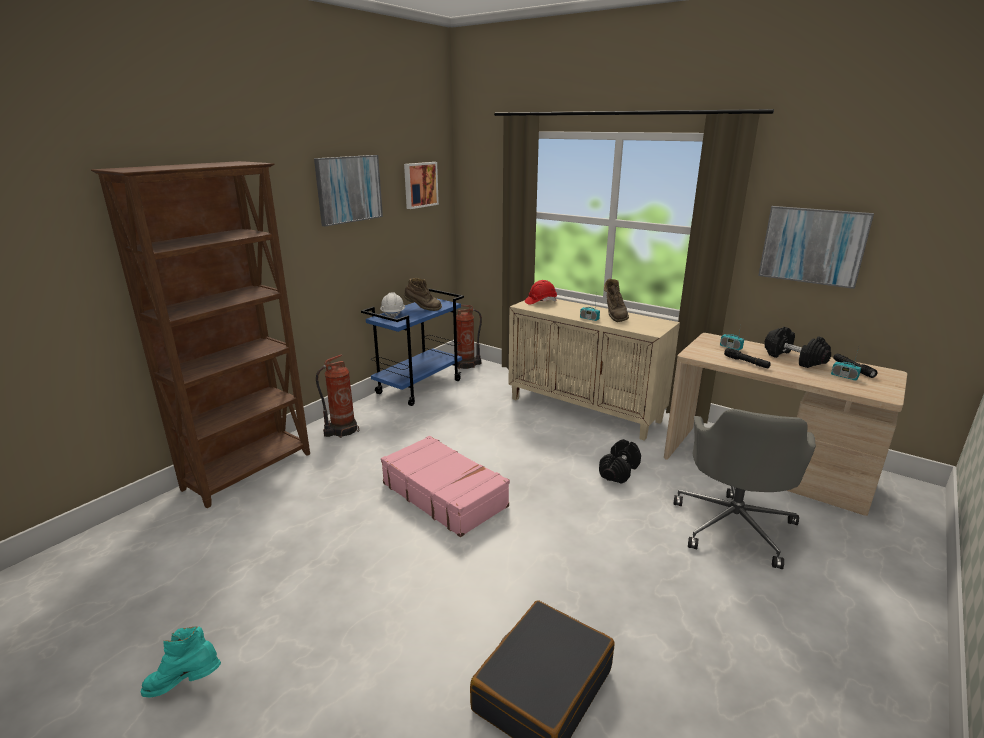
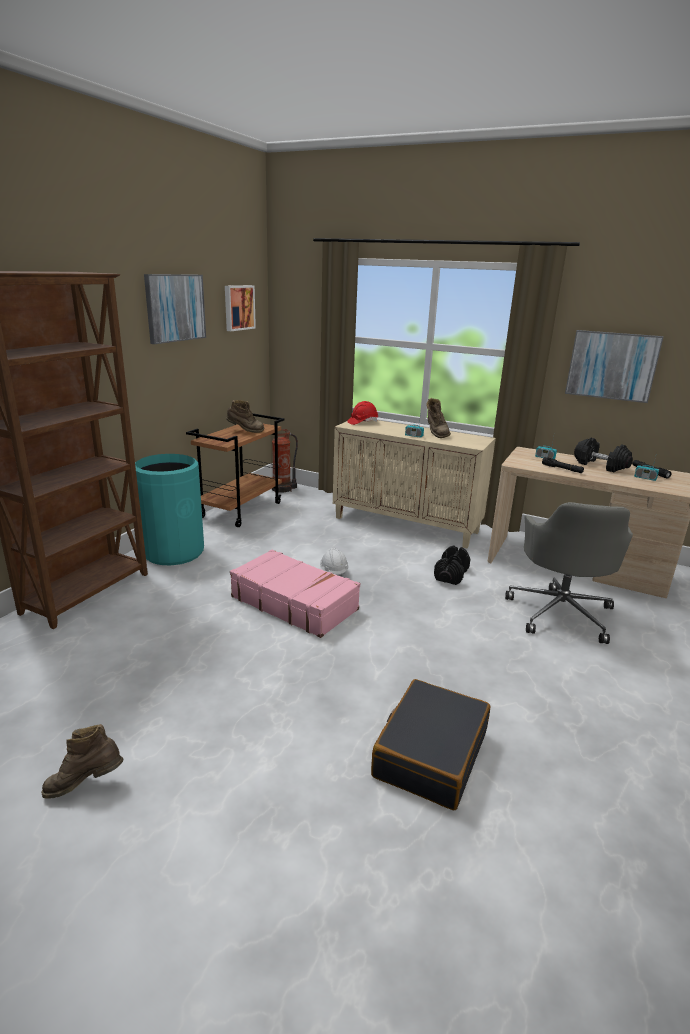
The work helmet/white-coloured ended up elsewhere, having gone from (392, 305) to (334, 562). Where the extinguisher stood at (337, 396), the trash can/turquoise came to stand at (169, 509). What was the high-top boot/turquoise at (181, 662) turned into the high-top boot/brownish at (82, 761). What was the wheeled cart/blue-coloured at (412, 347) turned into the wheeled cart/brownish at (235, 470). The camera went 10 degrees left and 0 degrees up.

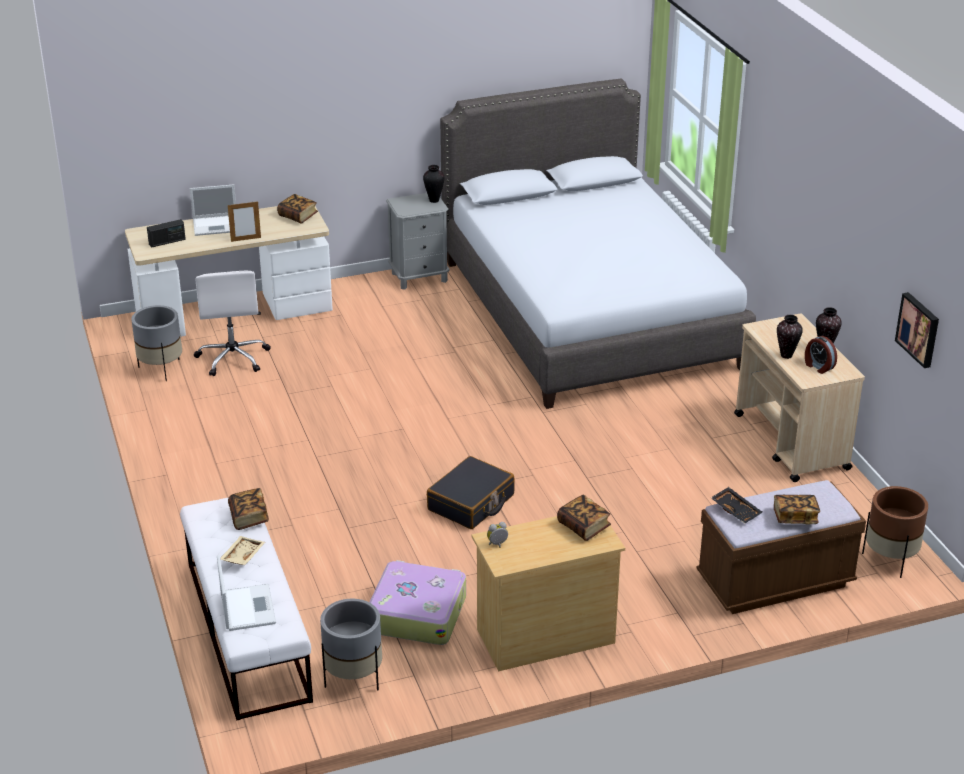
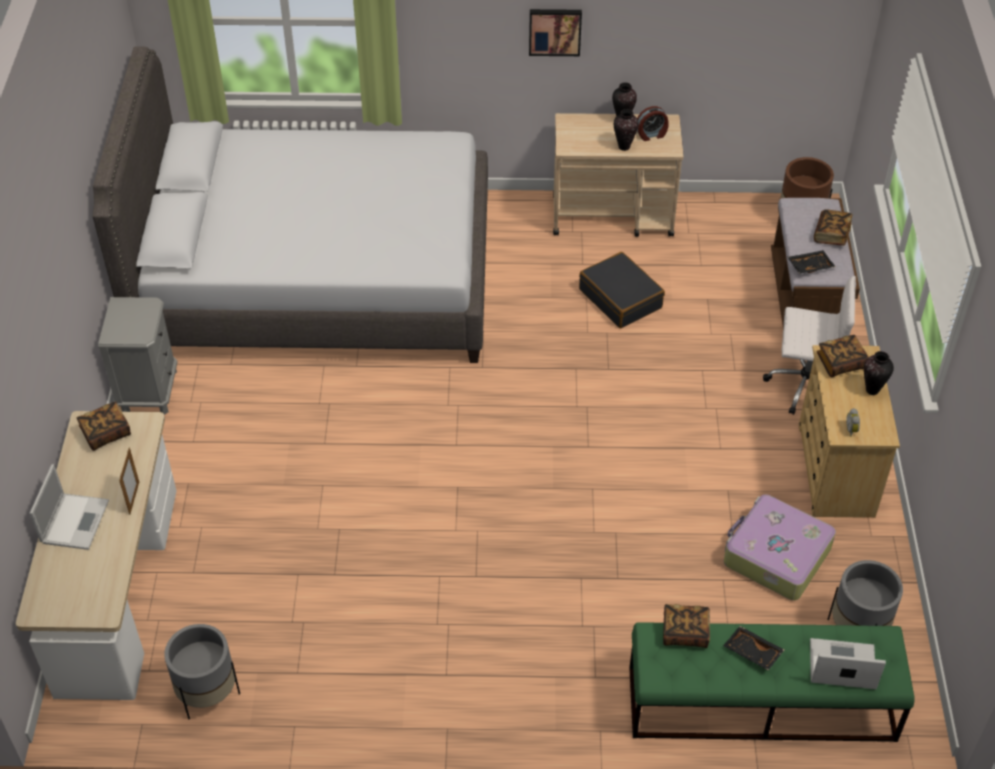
The second view lost the radio set at (166, 233). The desk chair/white-coloured ended up elsewhere, having gone from (232, 323) to (809, 345). The decorative vase ended up elsewhere, having gone from (433, 184) to (879, 373). The suitcase/blackish ended up elsewhere, having gone from (471, 492) to (622, 290). The wall art ended up elsewhere, having gone from (917, 330) to (555, 32). What was the indoor bench/white-coloured at (246, 609) turned into the indoor bench/greenish at (772, 682). What was the tray/beige-coloured at (242, 550) turned into the tray/blackish at (753, 648). The camera went 70 degrees left and 15 degrees up.

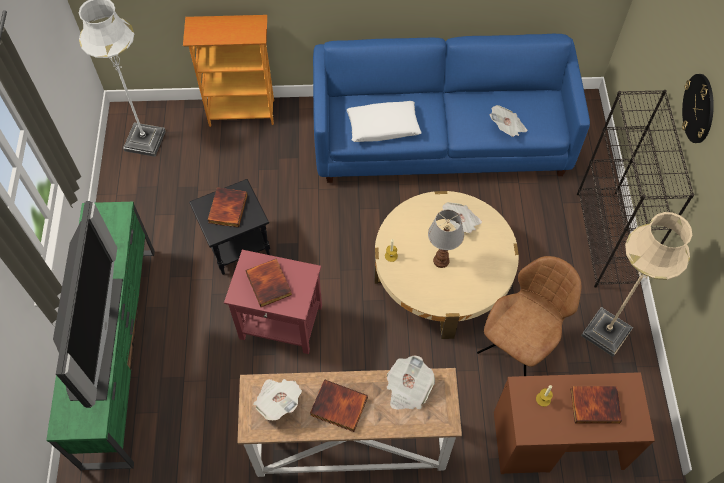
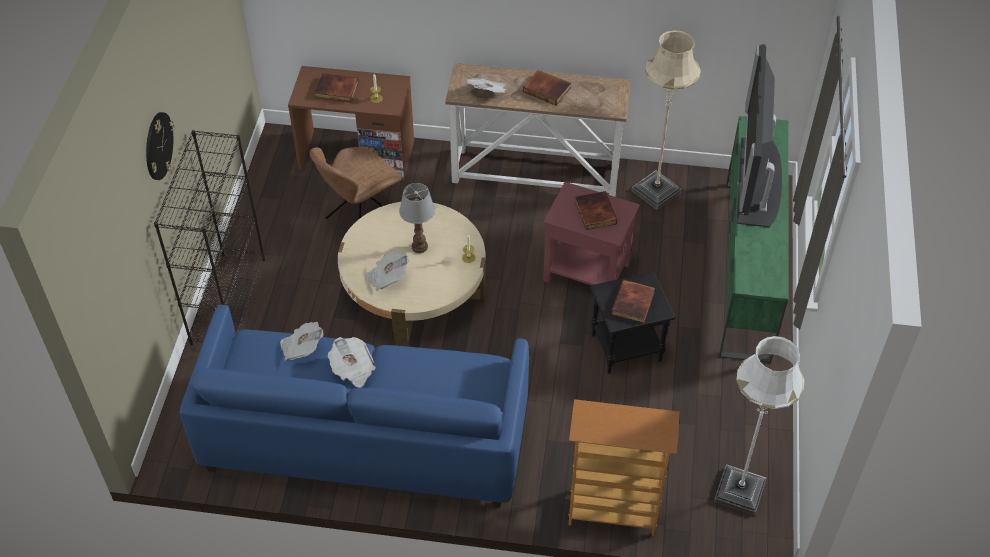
The second view lost the cushion/white-coloured at (384, 121). The printed paper ended up elsewhere, having gone from (277, 399) to (352, 362). The floor lamp/beige-coloured ended up elsewhere, having gone from (636, 284) to (666, 120). The camera went 170 degrees left and 10 degrees down.

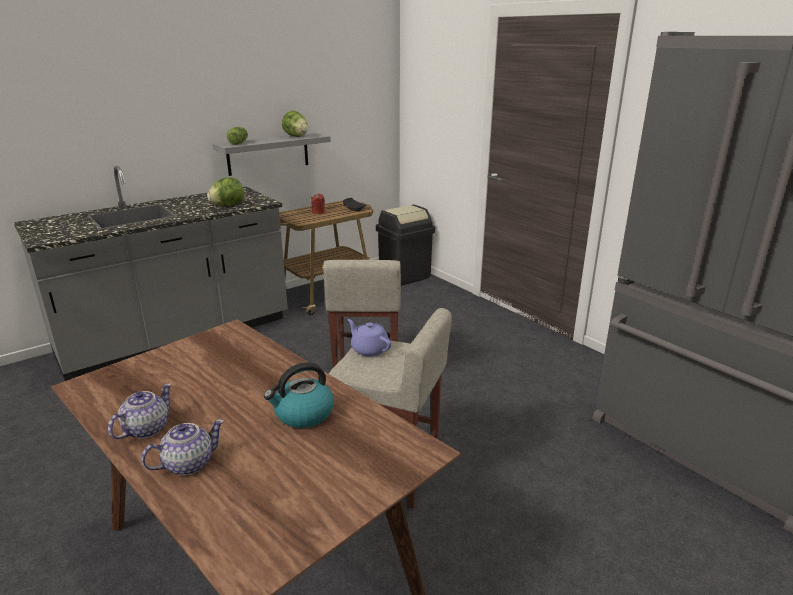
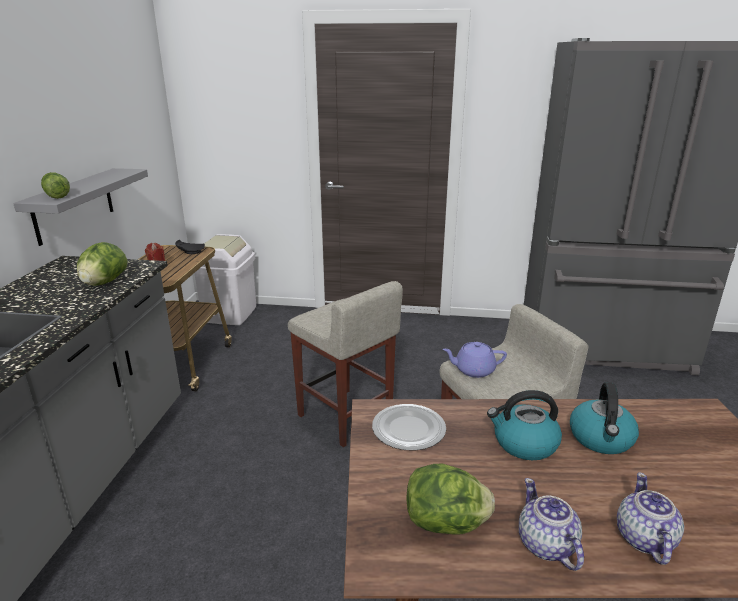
The second view gained the dinner plate at (409, 427). The second view gained the kettle at (524, 425). The lettuce head ended up elsewhere, having gone from (295, 124) to (450, 499). What was the trash can/blackish at (405, 245) turned into the trash can/white-coloured at (225, 279). The camera went 45 degrees left and 0 degrees up.

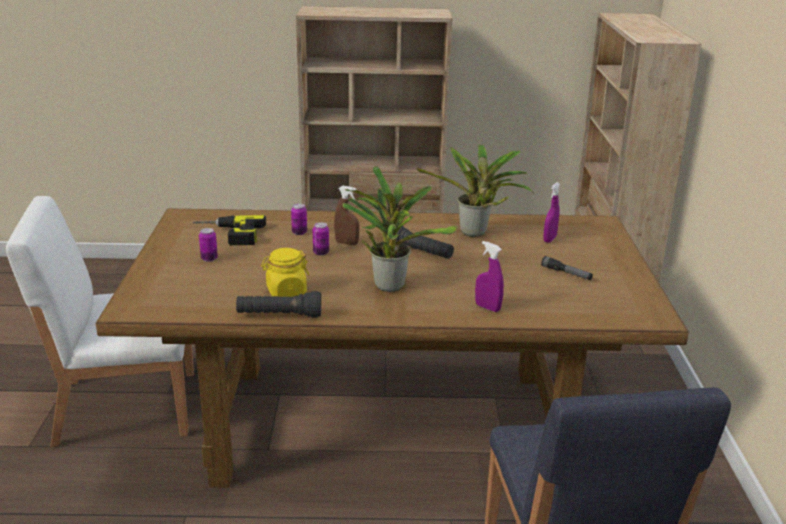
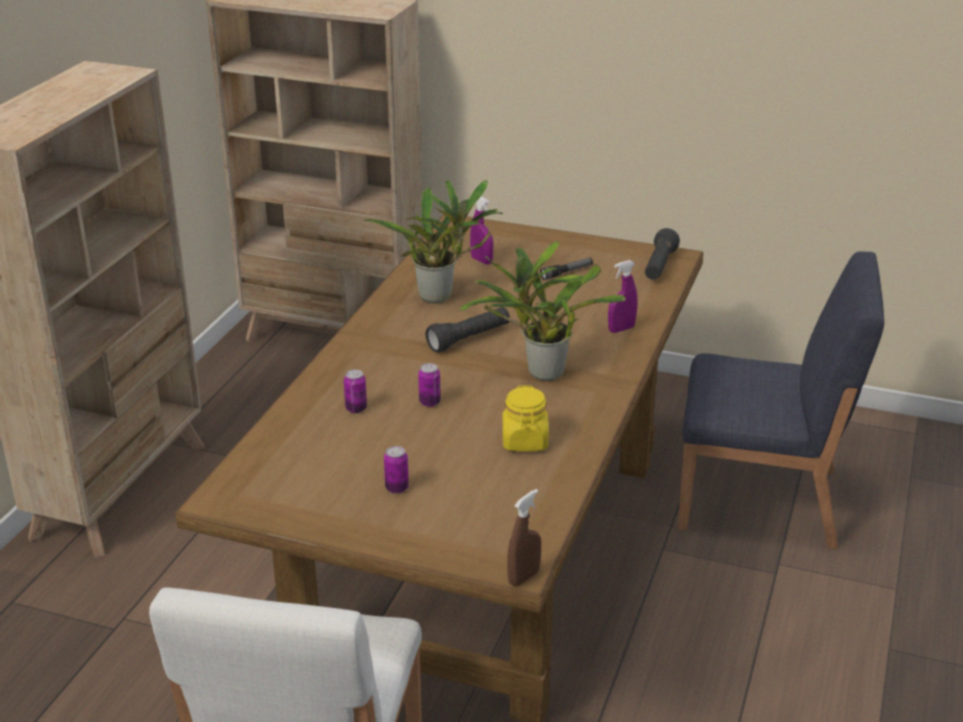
The second view lost the electric drill at (229, 230). The torch/blackish ended up elsewhere, having gone from (278, 304) to (662, 254). The sprayer/brownish ended up elsewhere, having gone from (346, 215) to (524, 537). The camera went 70 degrees left and 5 degrees up.

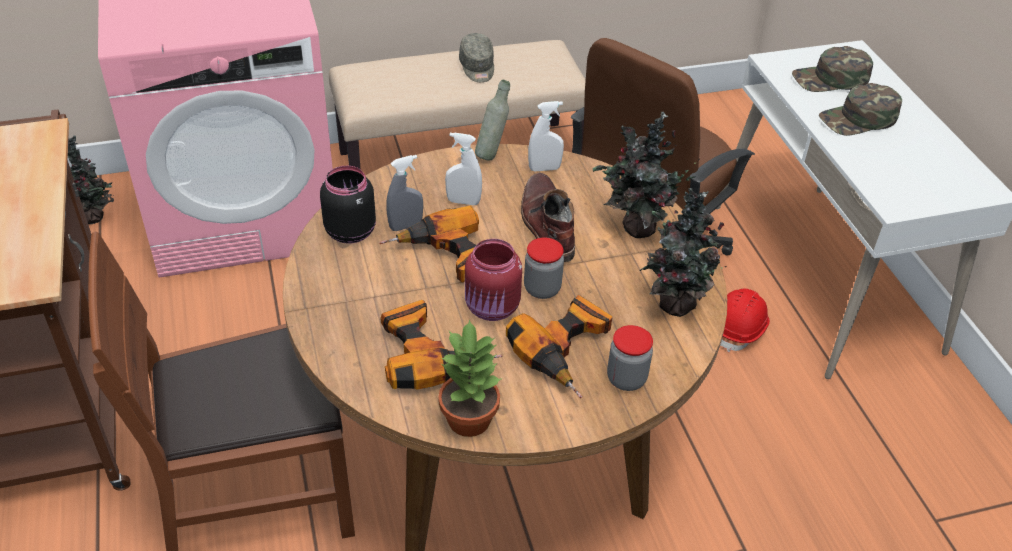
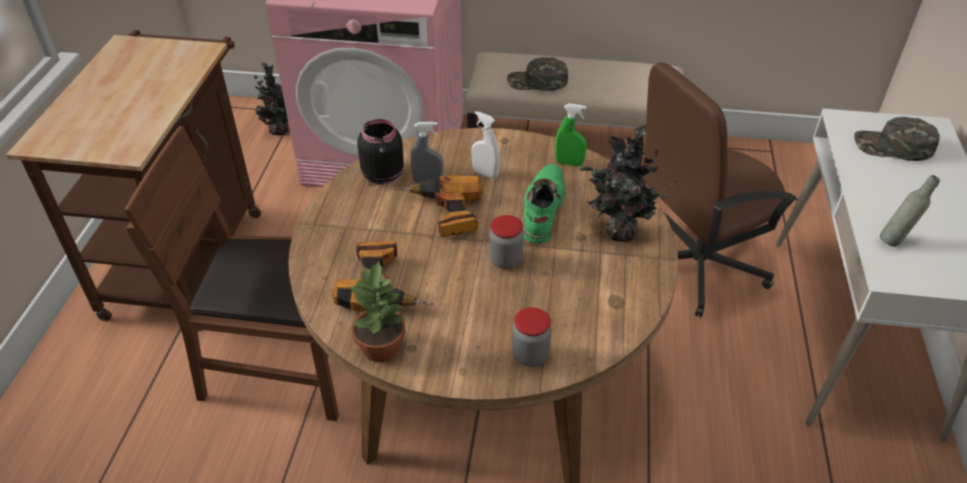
The second view lost the peaked cap/greyish at (476, 57). The second view lost the jar/red at (493, 280). The second view lost the electric drill at (559, 346). The second view lost the houseplant at (683, 252). The second view lost the work helmet/red at (745, 320). The drink bottle/greyish ended up elsewhere, having gone from (492, 120) to (910, 211). The peaked cap/greenish ended up elsewhere, having gone from (860, 109) to (537, 74). What was the high-top boot/brownish at (548, 217) turned into the high-top boot/greenish at (544, 204). What was the sprayer/white-coloured at (546, 136) turned into the sprayer/greenish at (571, 134). The camera went 25 degrees right and 0 degrees up.

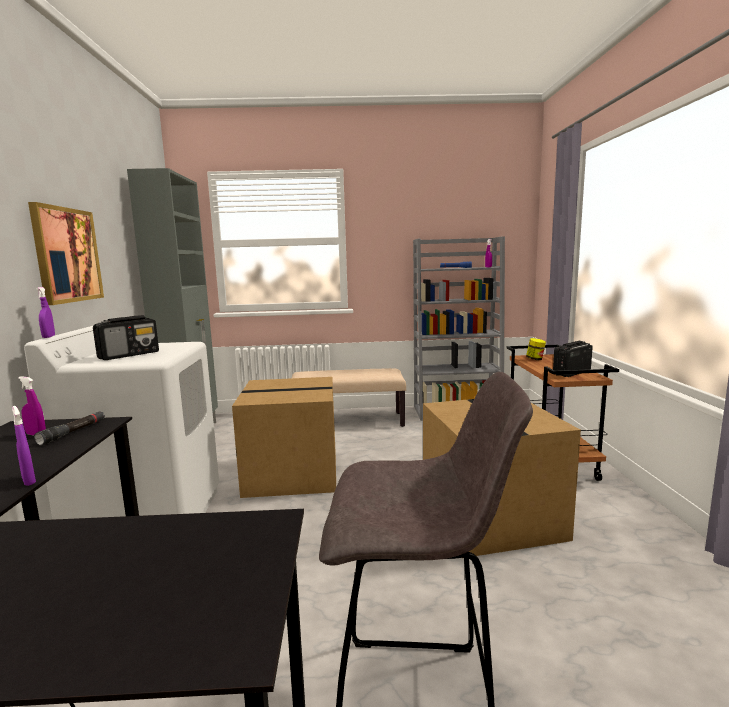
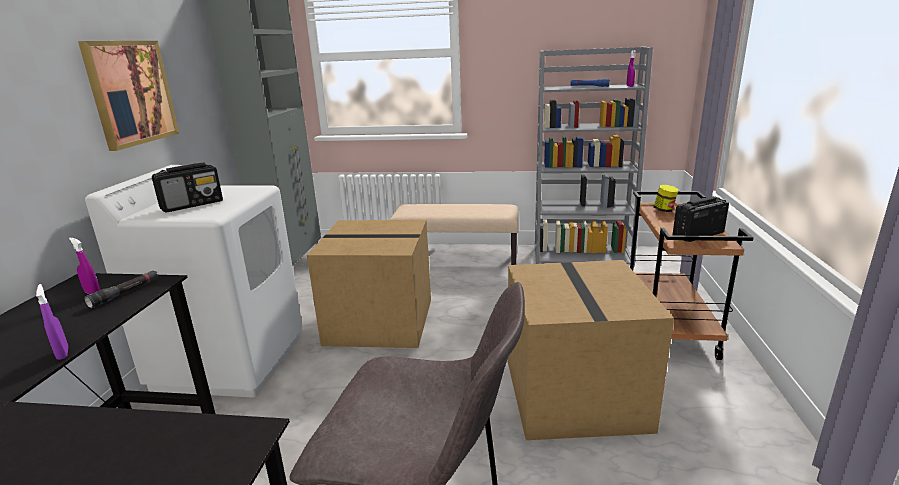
The second view lost the sprayer/purple at (45, 312). The camera went 10 degrees right and 10 degrees up.

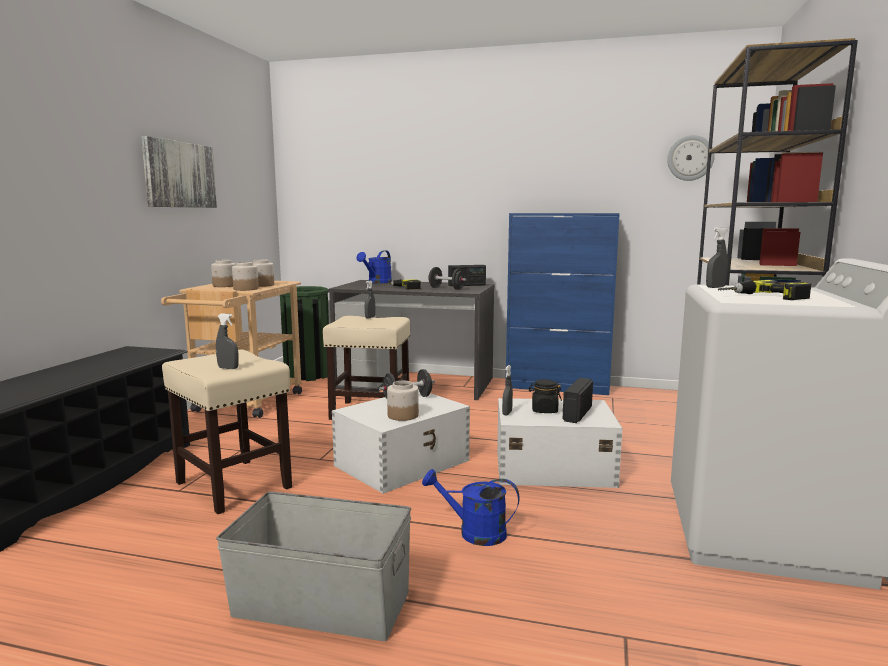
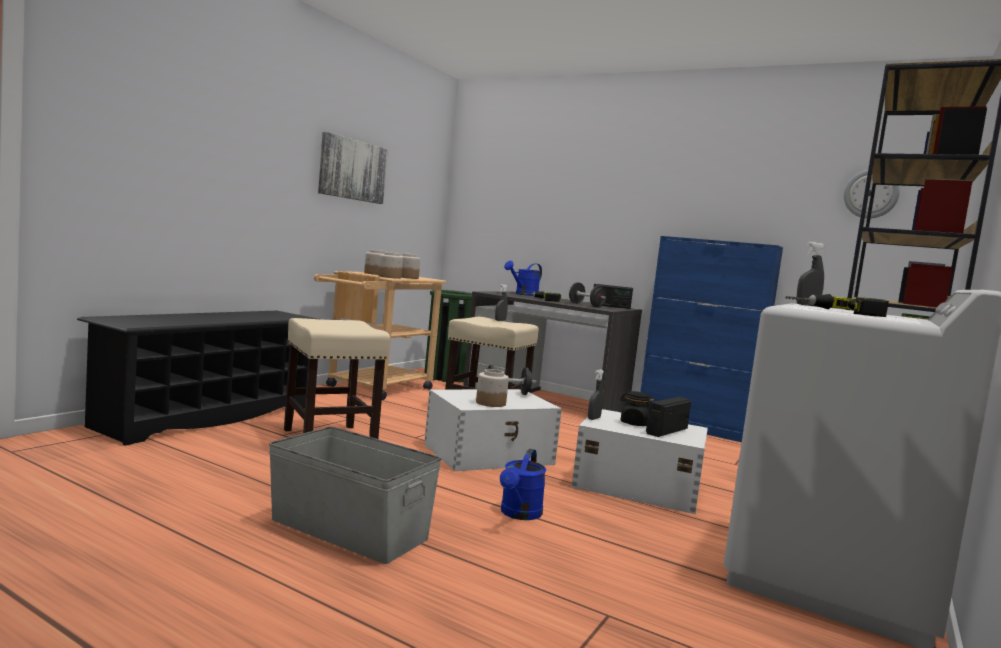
The second view lost the sprayer/greyish at (227, 341). The sprinkling can/blue-coloured at (471, 507) ended up facing another way, 105 degrees counterclockwise from before. The camera went 15 degrees right and 5 degrees down.

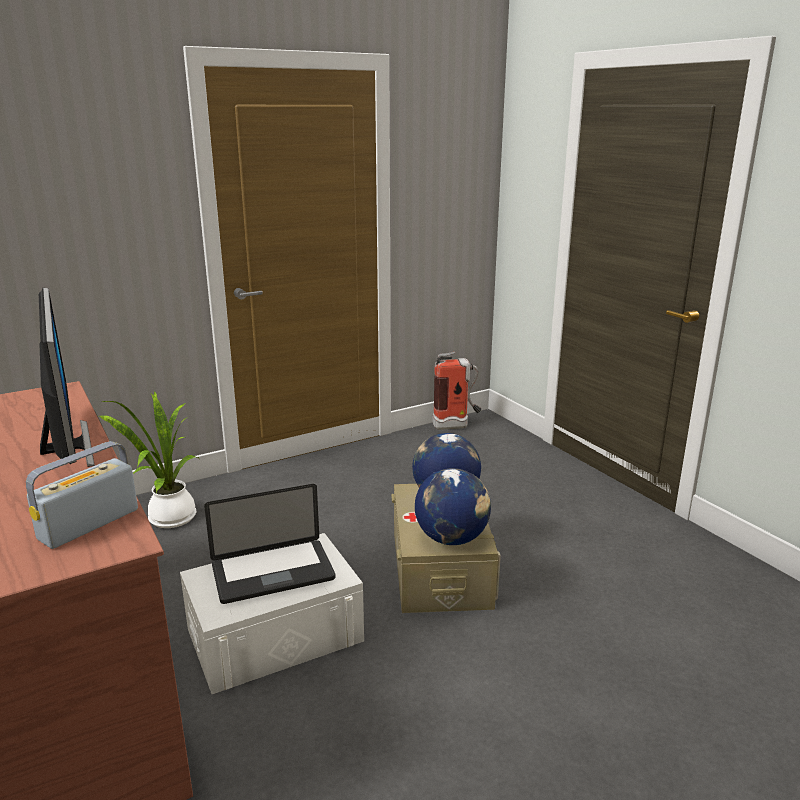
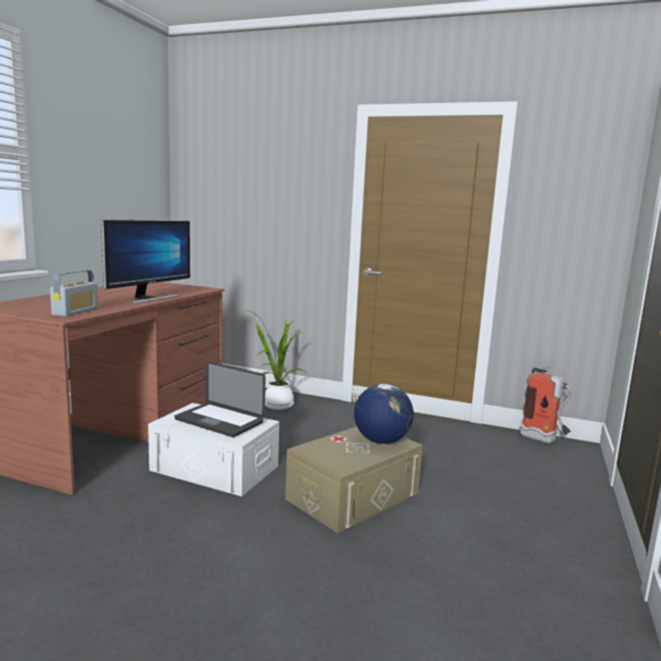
The second view lost the desk globe at (453, 506). The radio set at (82, 495) ended up facing another way, 105 degrees clockwise from before. The camera went 50 degrees right and 10 degrees down.

